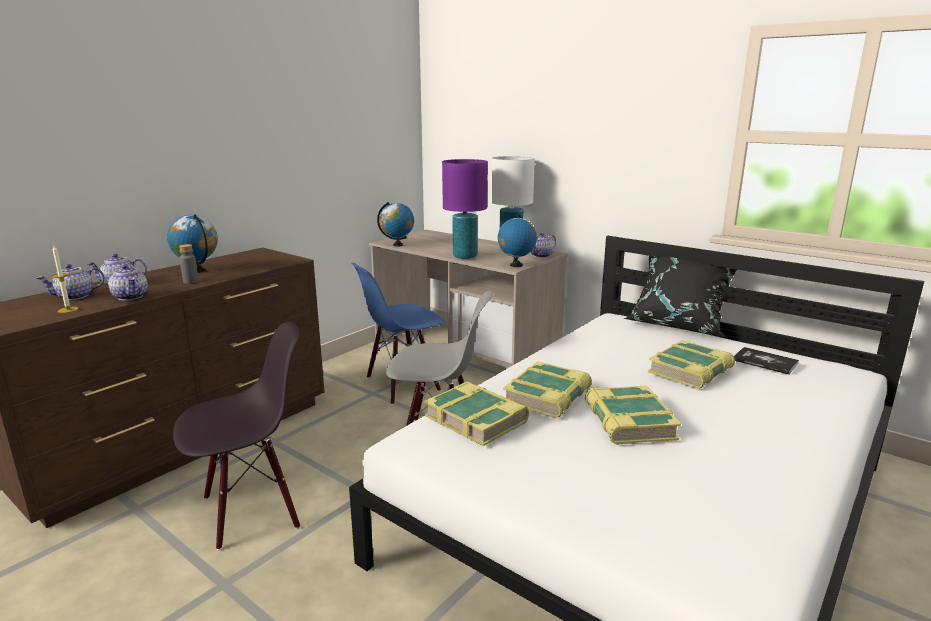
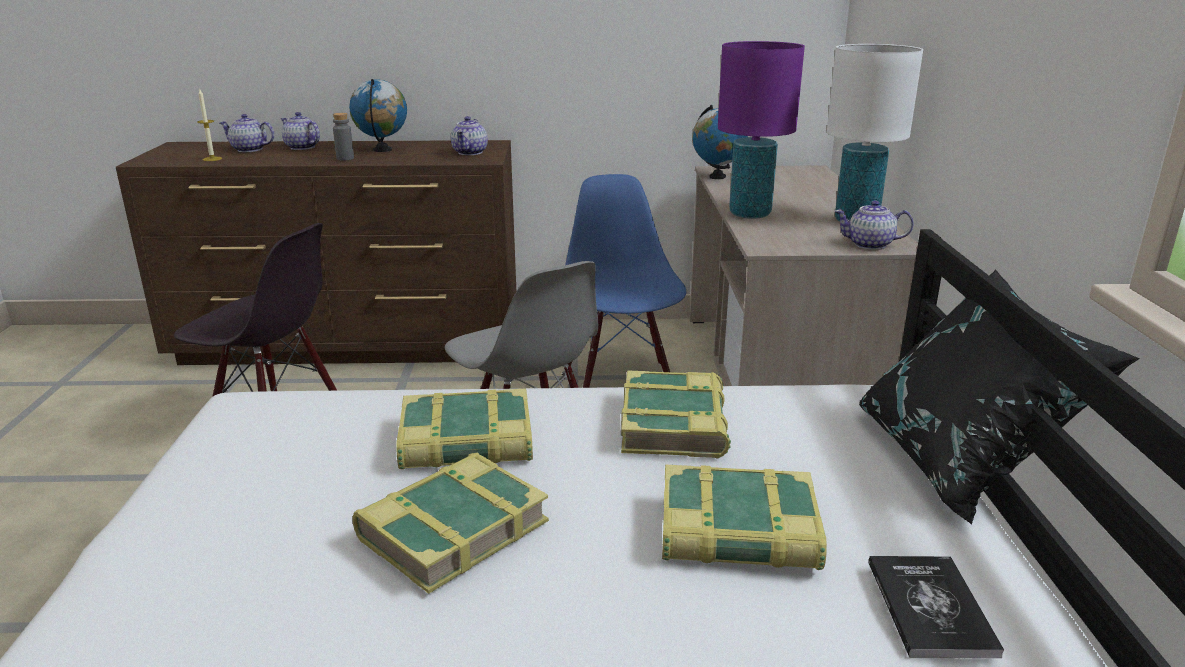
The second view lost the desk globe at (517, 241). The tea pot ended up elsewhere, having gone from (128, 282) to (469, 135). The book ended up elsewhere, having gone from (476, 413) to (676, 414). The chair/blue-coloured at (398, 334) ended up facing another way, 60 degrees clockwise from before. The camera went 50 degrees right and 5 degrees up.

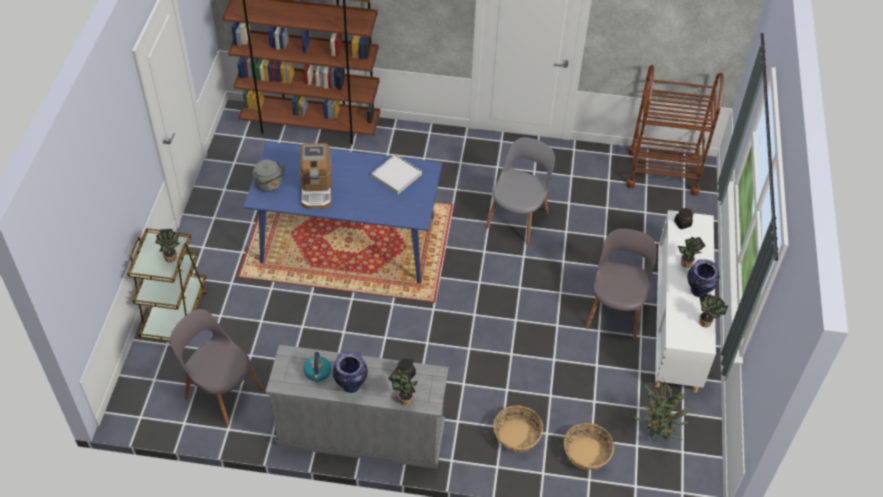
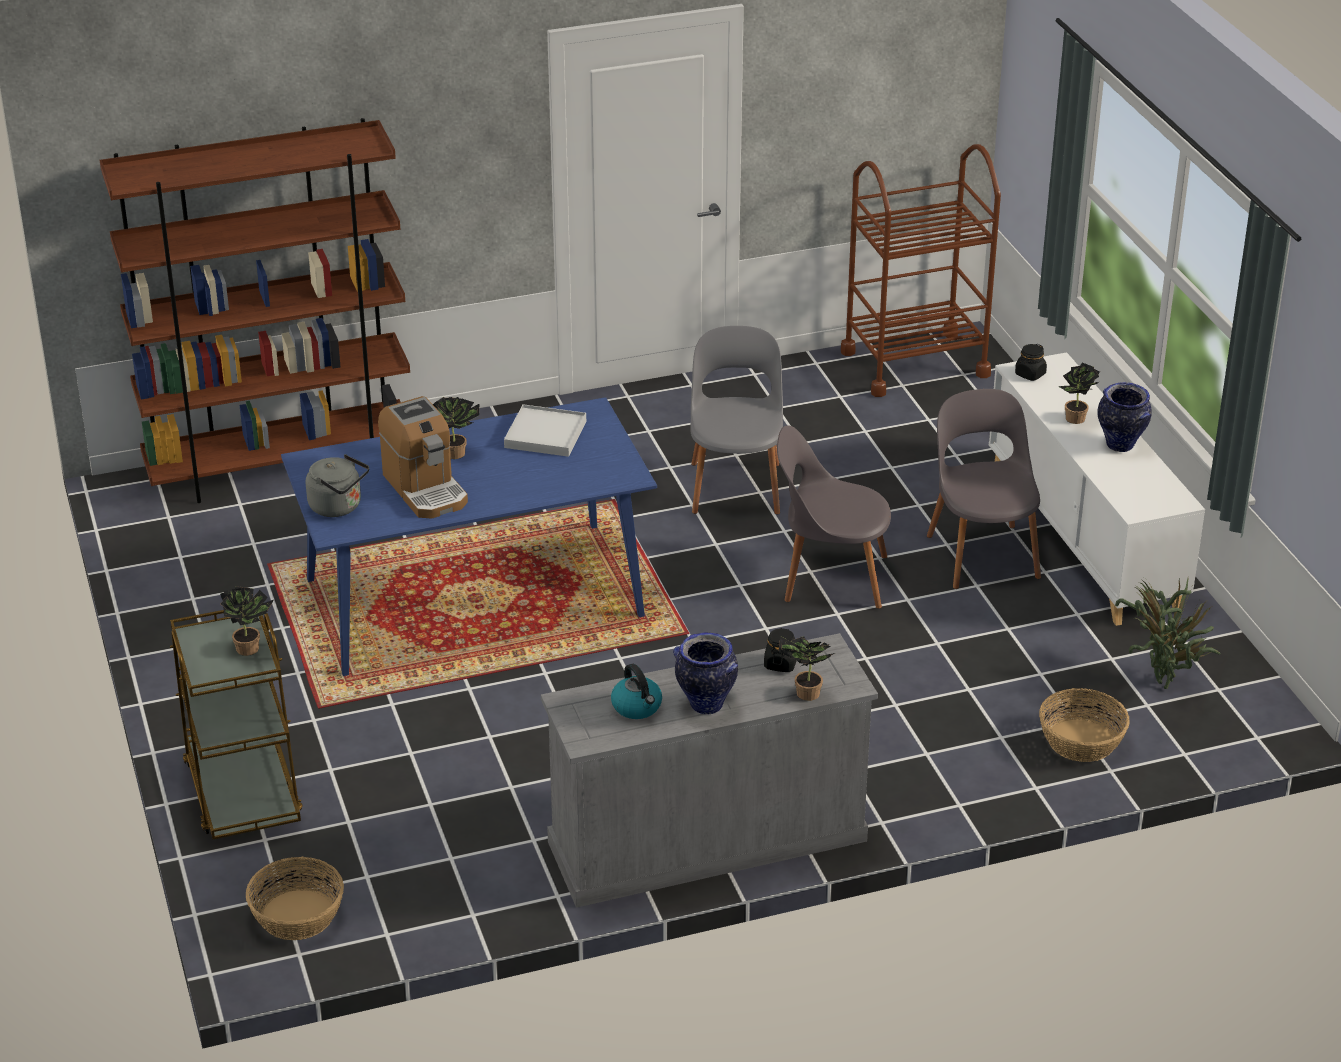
The chair/greyish ended up elsewhere, having gone from (216, 367) to (834, 517). The household basket ended up elsewhere, having gone from (518, 429) to (295, 898). The houseplant ended up elsewhere, having gone from (713, 310) to (456, 428). The camera went 25 degrees left and 15 degrees down.

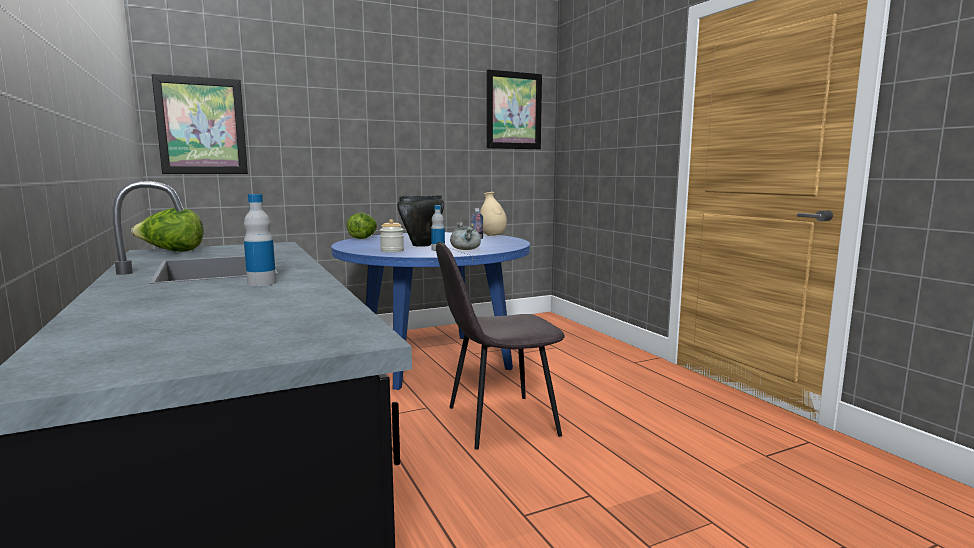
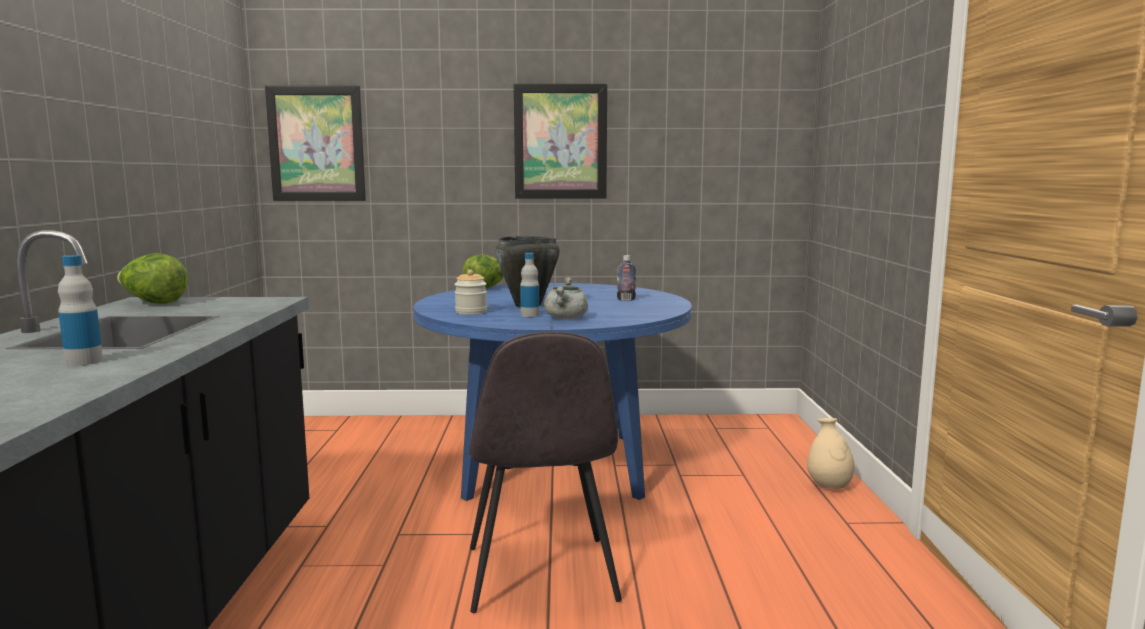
The decorative vase/beige-coloured ended up elsewhere, having gone from (493, 214) to (831, 453). The wall art ended up elsewhere, having gone from (514, 109) to (560, 141). The chair/greyish at (500, 346) ended up facing another way, 105 degrees counterclockwise from before. The camera went 25 degrees right and 0 degrees up.

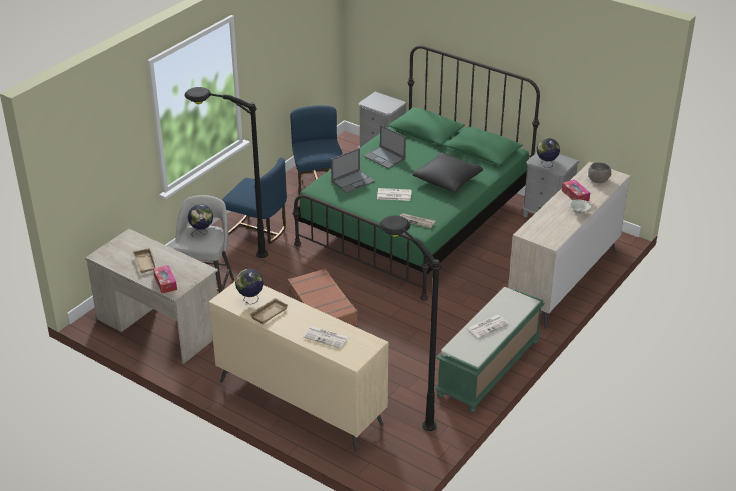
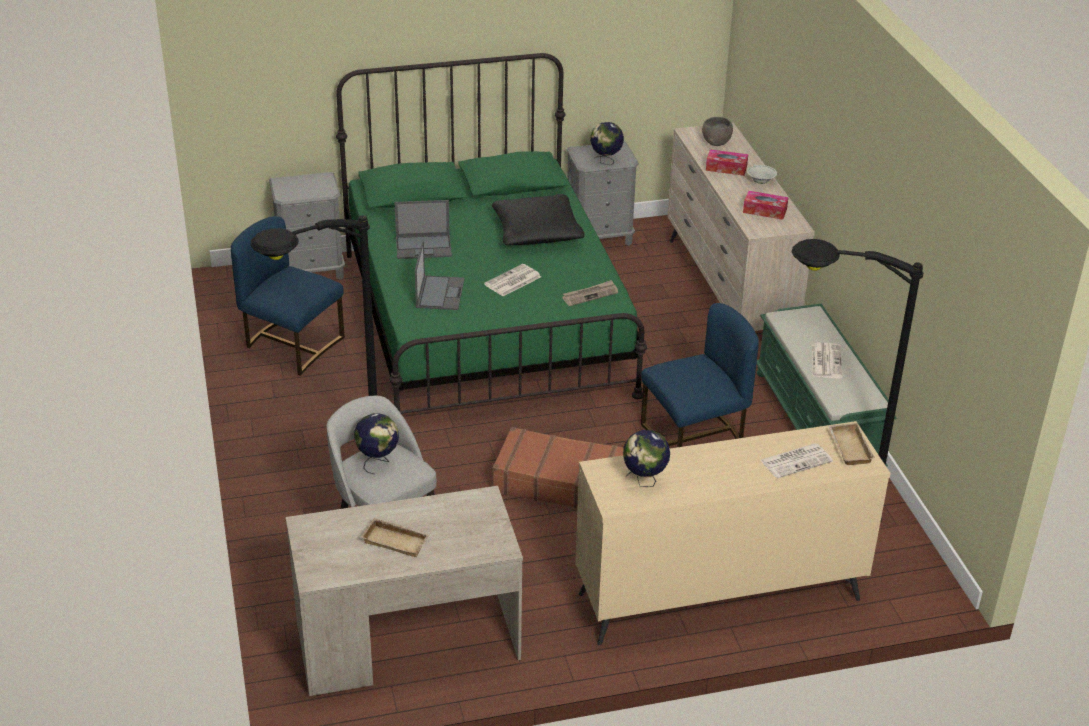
The tissue box ended up elsewhere, having gone from (165, 279) to (765, 205). The chair/blue-coloured ended up elsewhere, having gone from (254, 200) to (700, 375). The tray/beige-coloured ended up elsewhere, having gone from (268, 311) to (851, 444). The camera went 50 degrees left and 0 degrees up.

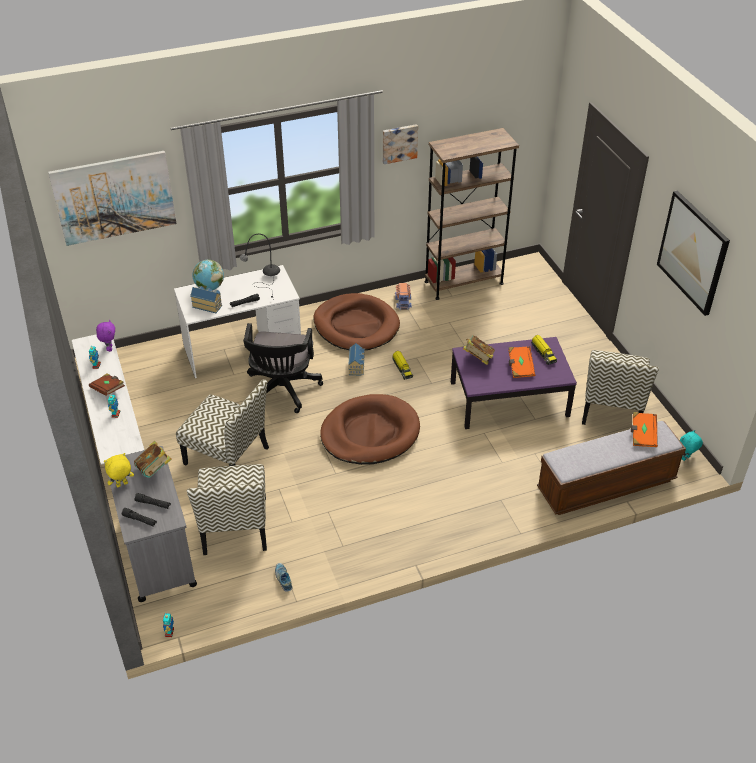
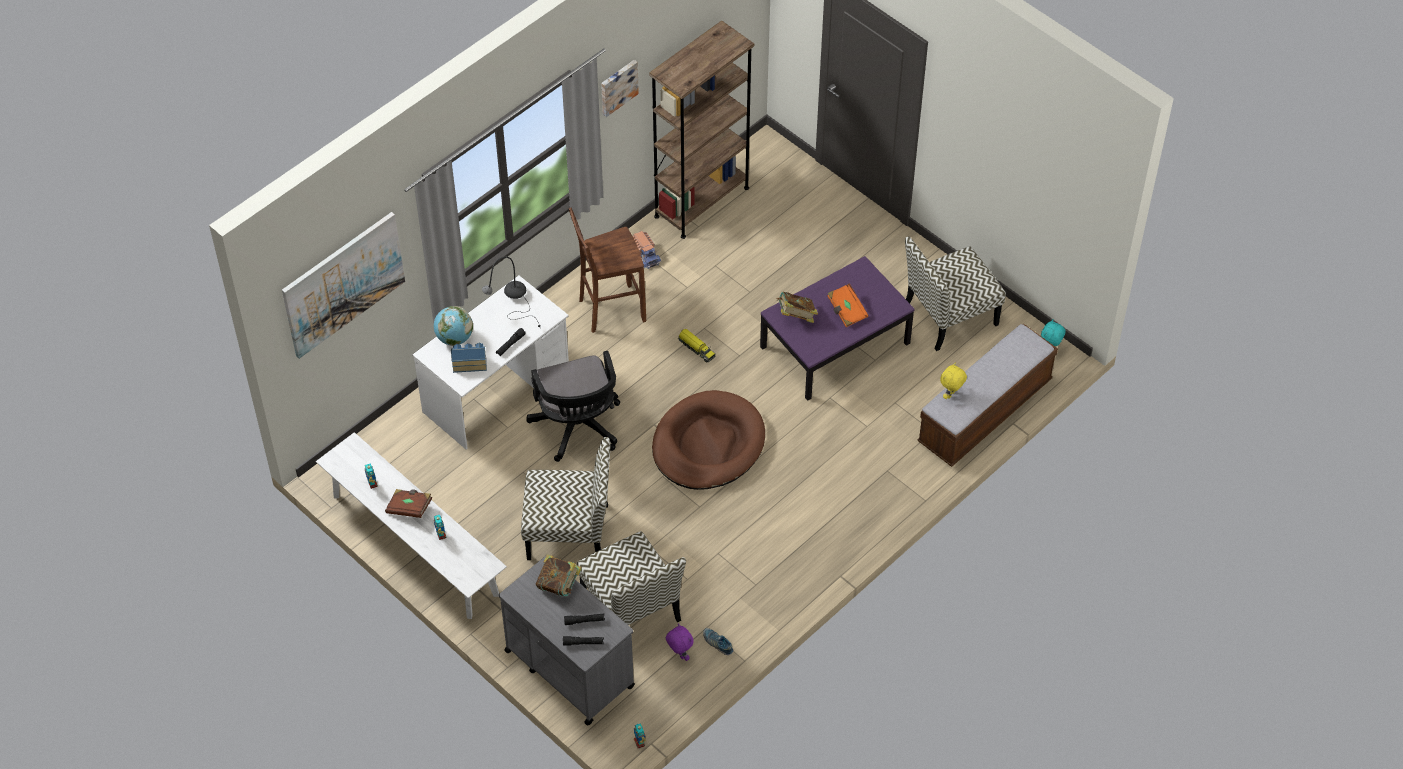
The second view lost the miniature house at (356, 359). The second view lost the model truck at (544, 350). The second view lost the book/orange-coloured at (644, 429). The second view lost the wall art at (693, 253). The cuddly toy/purple ended up elsewhere, having gone from (105, 336) to (680, 642). The cuddly toy/yellow ended up elsewhere, having gone from (119, 470) to (953, 381). Where the dog cushion/brownish stood at (356, 322), the stool seat/brownish came to stand at (607, 270). The chair at (620, 387) ended up facing another way, 75 degrees clockwise from before. The camera went 25 degrees left and 10 degrees up.

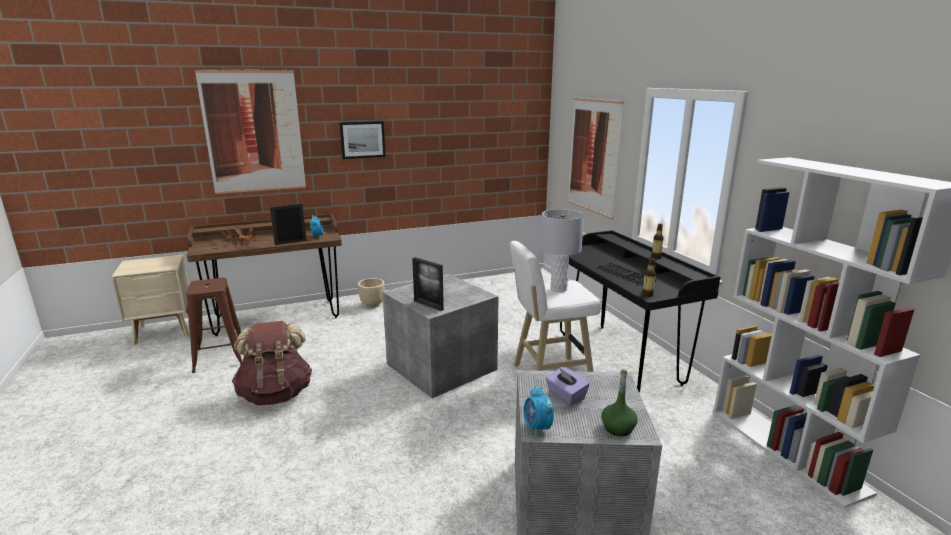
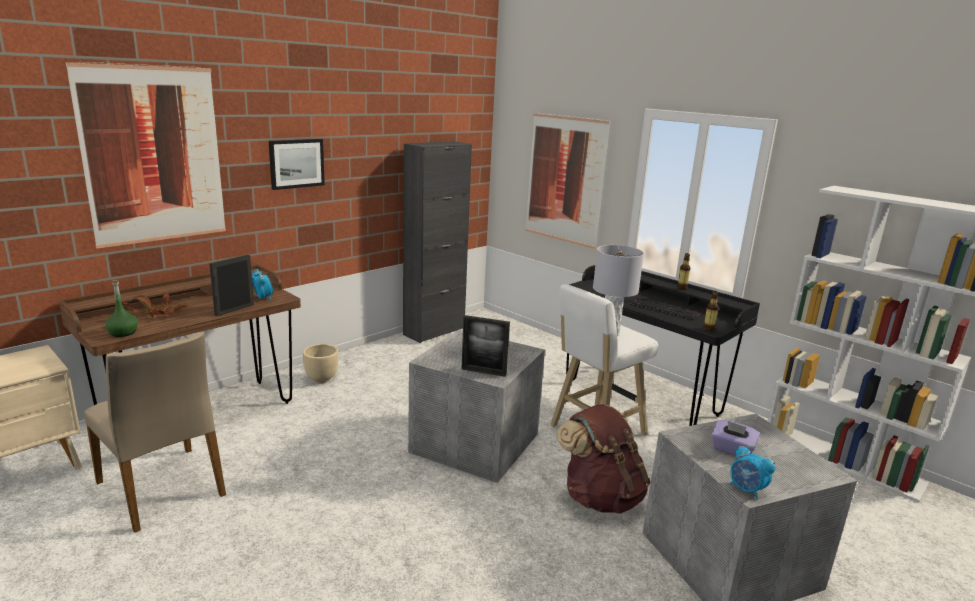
The second view gained the cabinet/blackish at (437, 242). The knapsack/brownish ended up elsewhere, having gone from (272, 363) to (604, 459). The drink bottle/greenish ended up elsewhere, having gone from (619, 402) to (121, 308). Where the stool seat/brownish stood at (214, 325), the chair/beige-coloured came to stand at (155, 432). The camera went 25 degrees left and 0 degrees up.

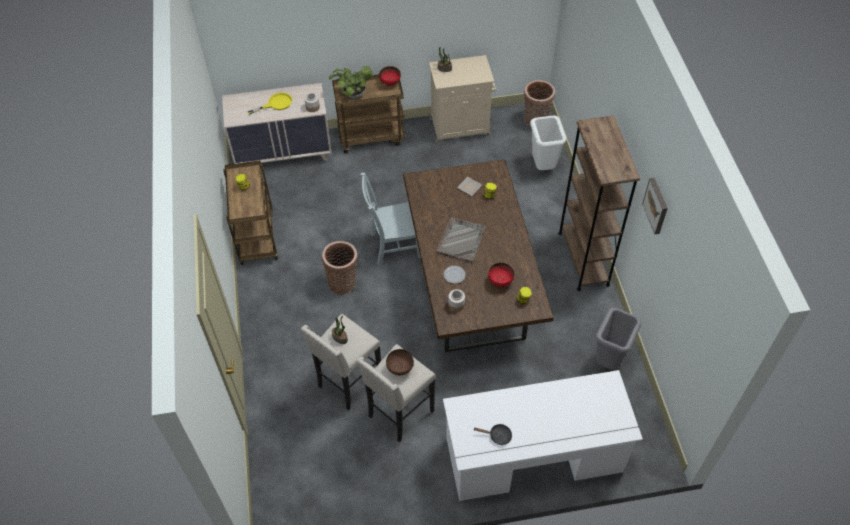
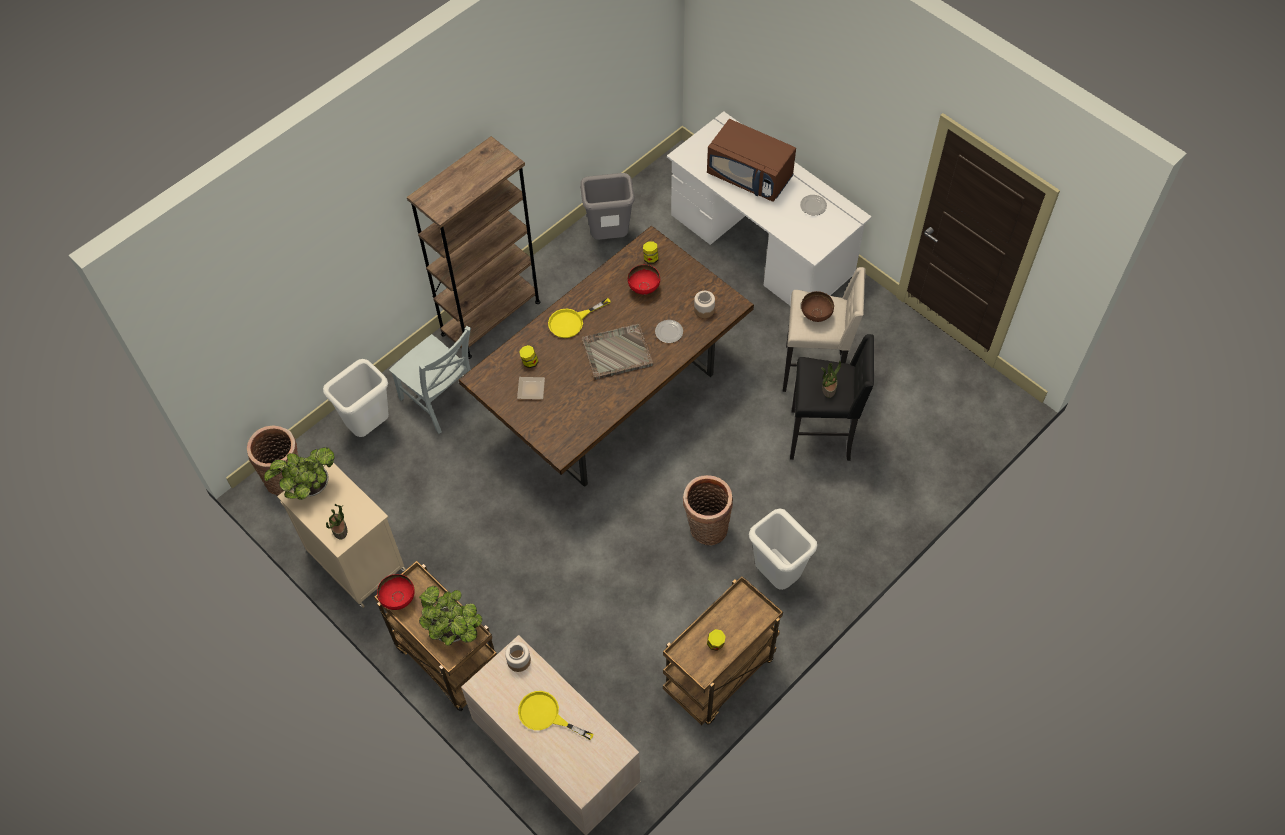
The second view lost the wall art at (655, 206). The second view gained the houseplant at (299, 473). The second view gained the skillet/yellow at (579, 318). The second view gained the microwave oven/brownish at (751, 160). The second view gained the trash can/white-coloured at (783, 549). The chair/greyish ended up elsewhere, having gone from (390, 219) to (433, 380). Where the skillet/blackish stood at (492, 434), the dinner plate came to stand at (813, 205). What was the stool seat/beige-coloured at (341, 362) turned into the stool seat/blackish at (832, 397). The camera went 125 degrees left and 5 degrees up.

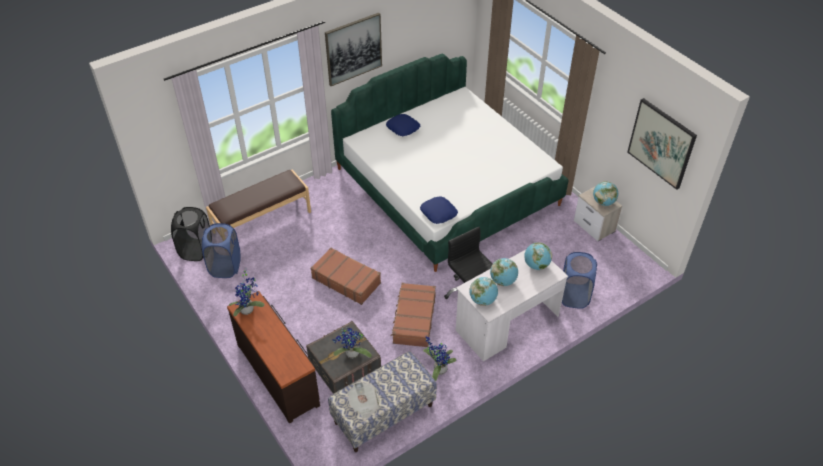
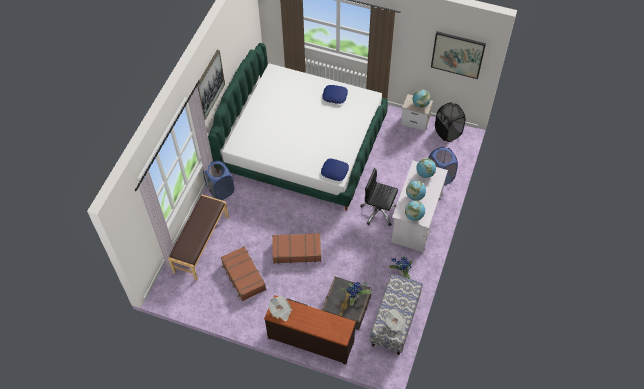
The washing basket/blackish ended up elsewhere, having gone from (190, 234) to (450, 122). The washing basket/blue-coloured ended up elsewhere, having gone from (221, 250) to (218, 180). The cushion/blue-coloured ended up elsewhere, having gone from (403, 125) to (335, 94). The suitcase/brownish ended up elsewhere, having gone from (413, 315) to (243, 273). Where the houseplant stood at (246, 293), the printed paper came to stand at (280, 308). The camera went 35 degrees left and 10 degrees up.

